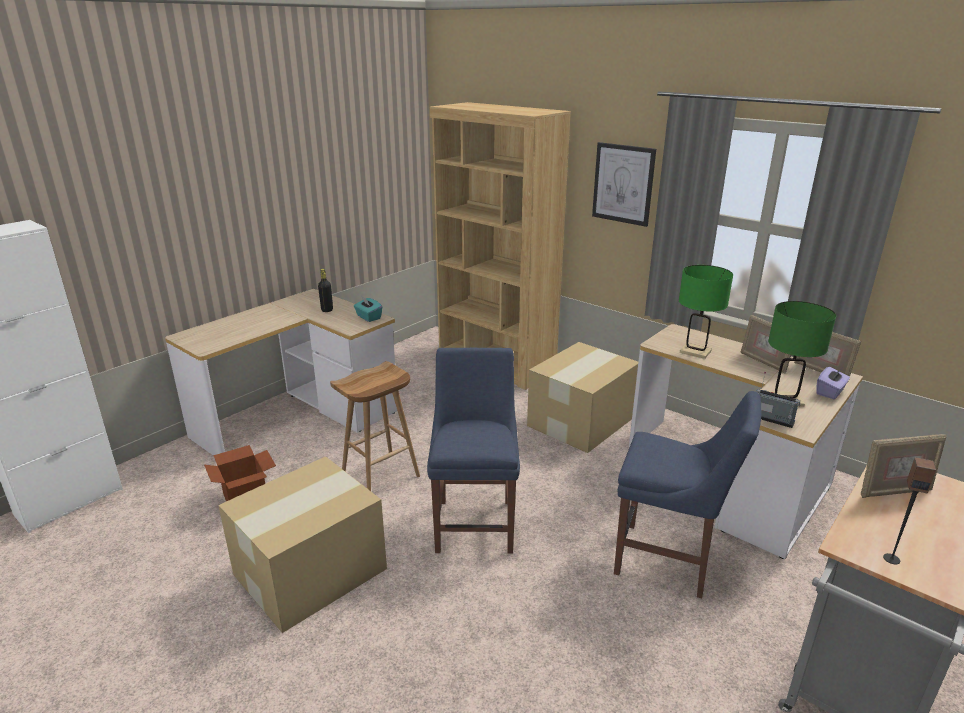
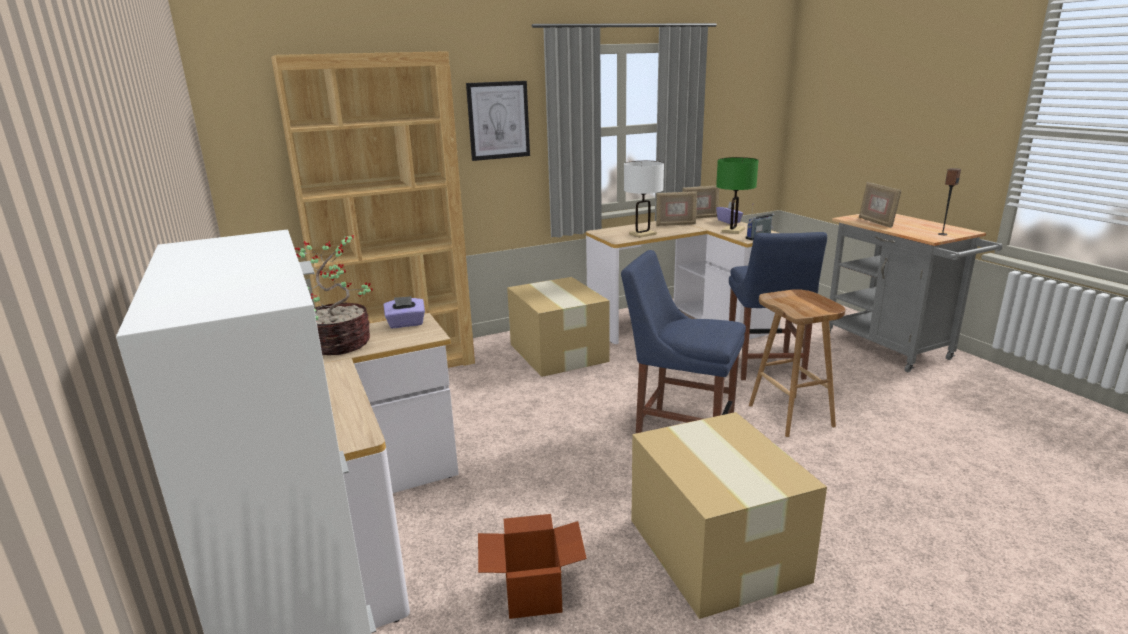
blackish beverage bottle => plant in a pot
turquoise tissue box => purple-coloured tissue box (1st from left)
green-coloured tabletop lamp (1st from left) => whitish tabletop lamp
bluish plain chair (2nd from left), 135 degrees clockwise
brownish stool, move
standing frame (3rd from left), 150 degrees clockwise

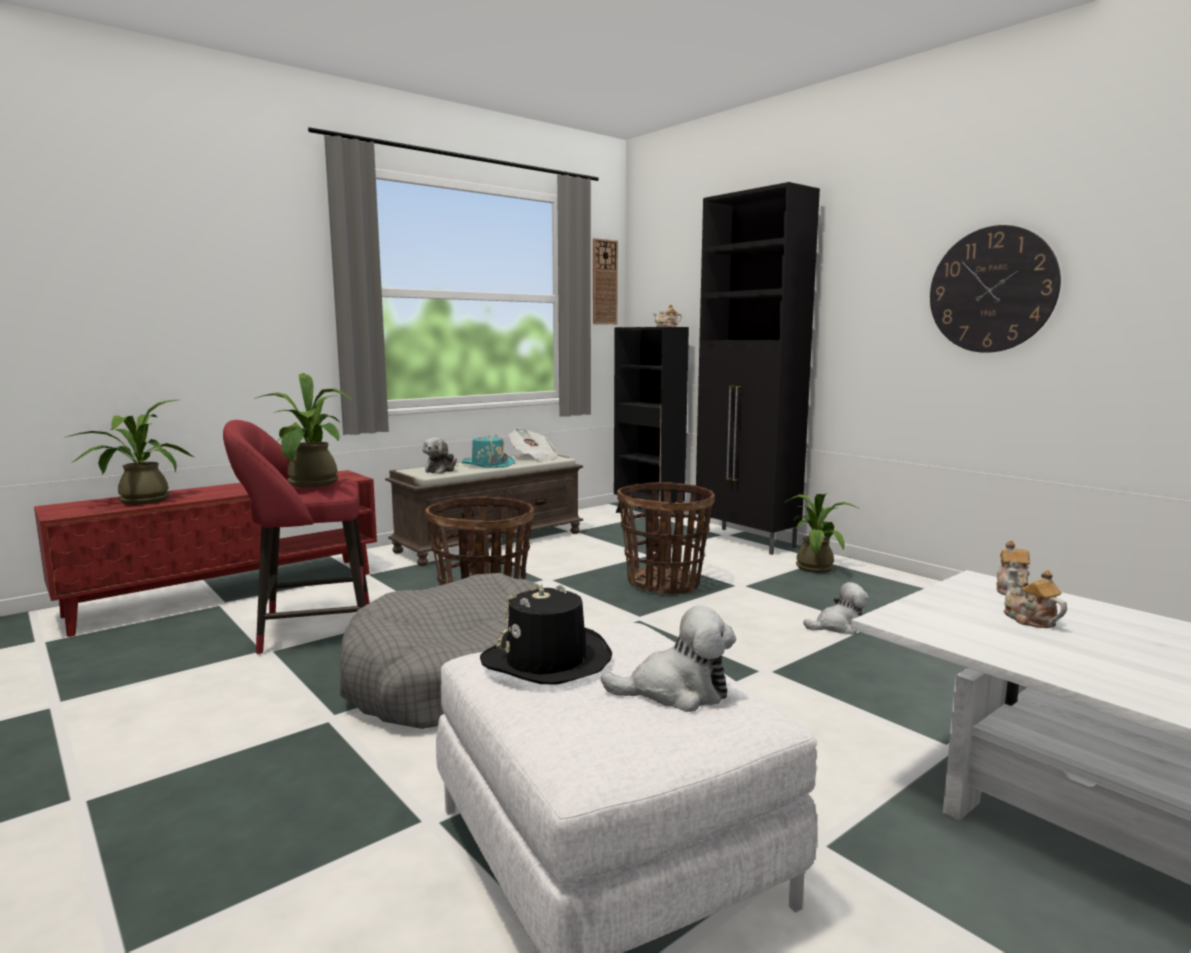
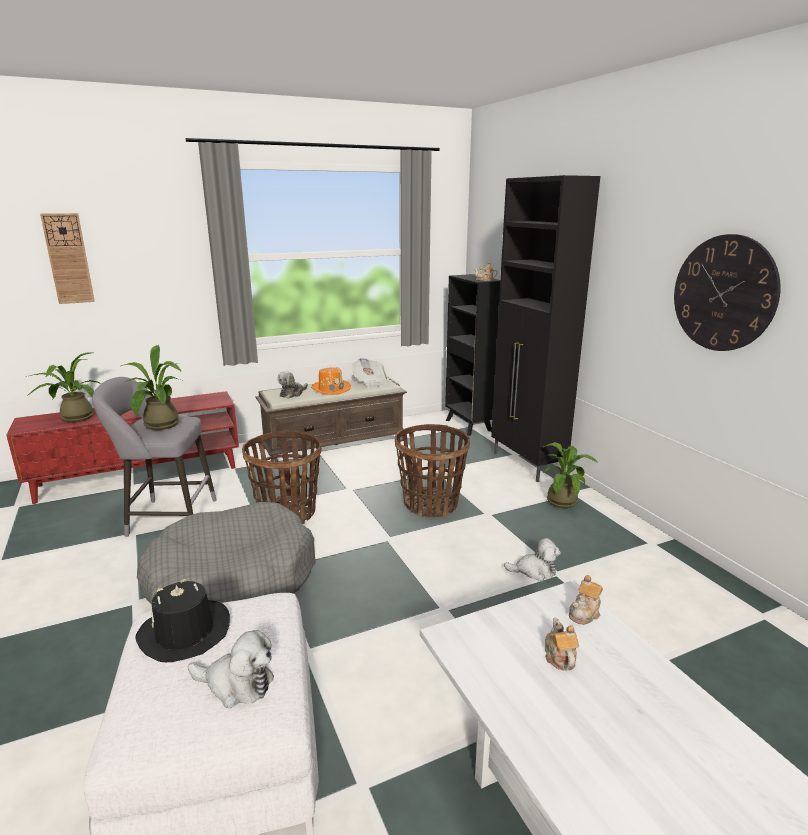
hanging clock (1st from left), move
red stool => grey stool
turquoise hat => orangey hat

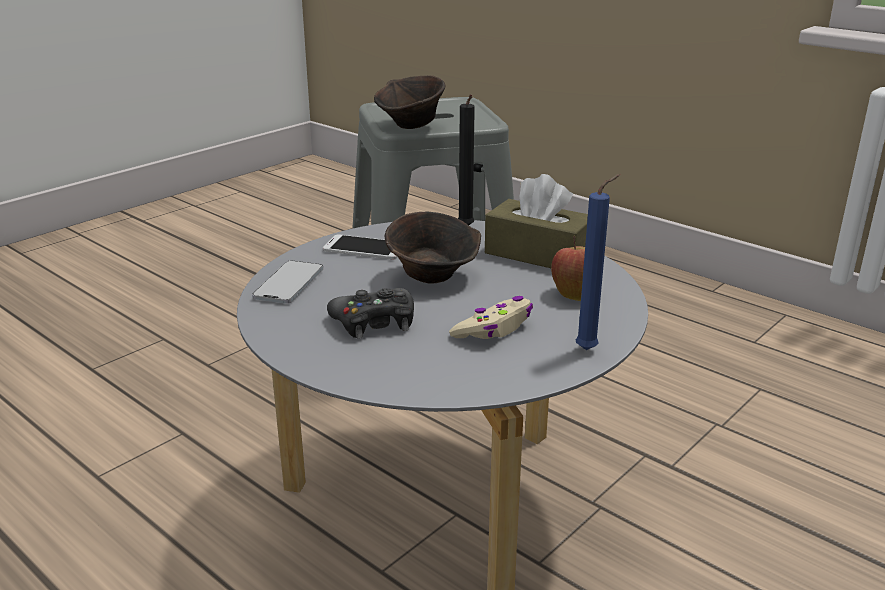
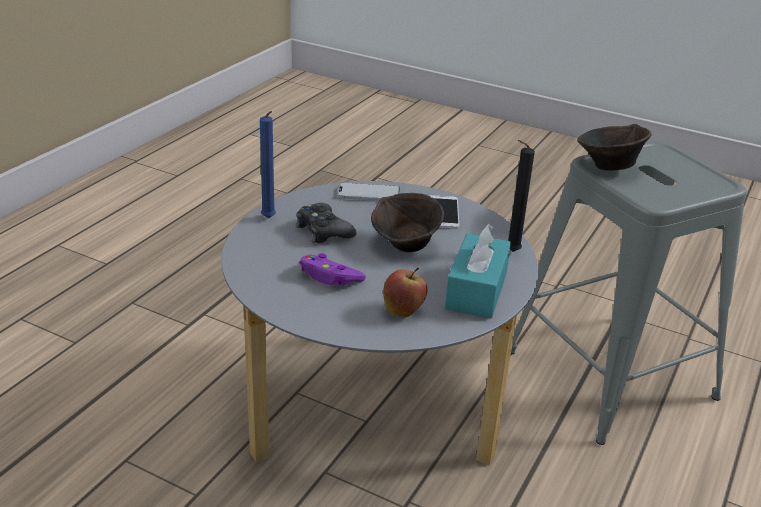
bluish wax light, move
sand-coloured gamepad => purple-coloured gamepad
brownish tissue box => turquoise tissue box

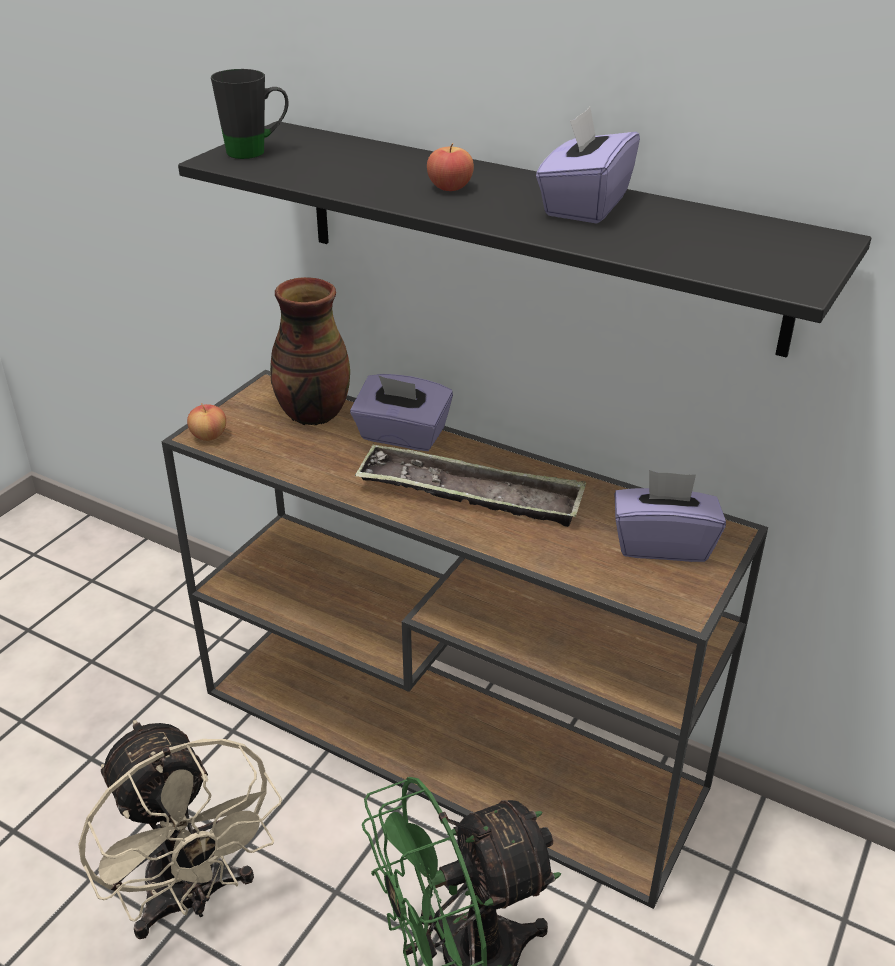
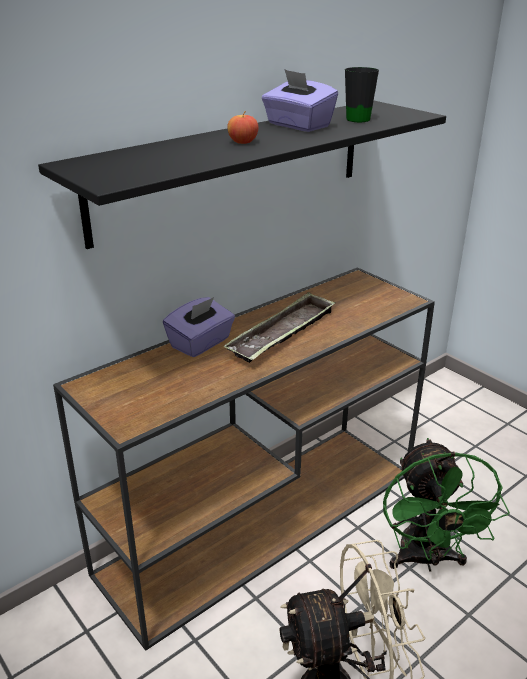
blackish tea mug, move
whole apple (1st from left) => nothing
vase => nothing
purple-coloured tissue box (3rd from left) => nothing

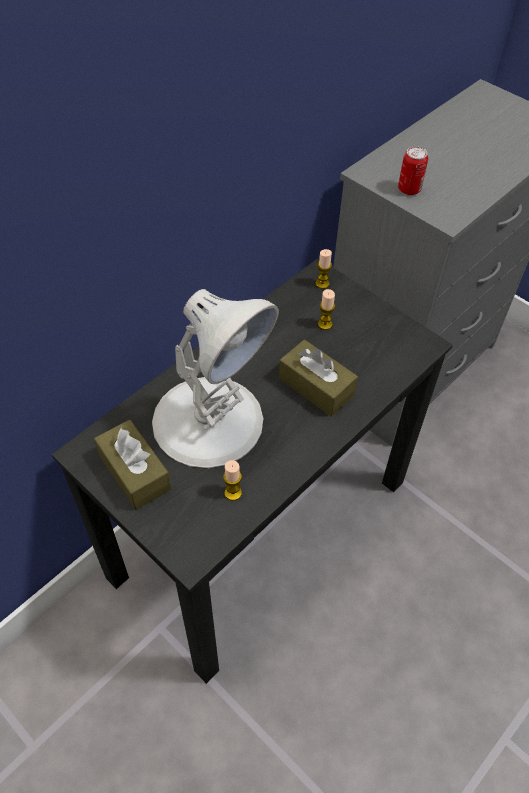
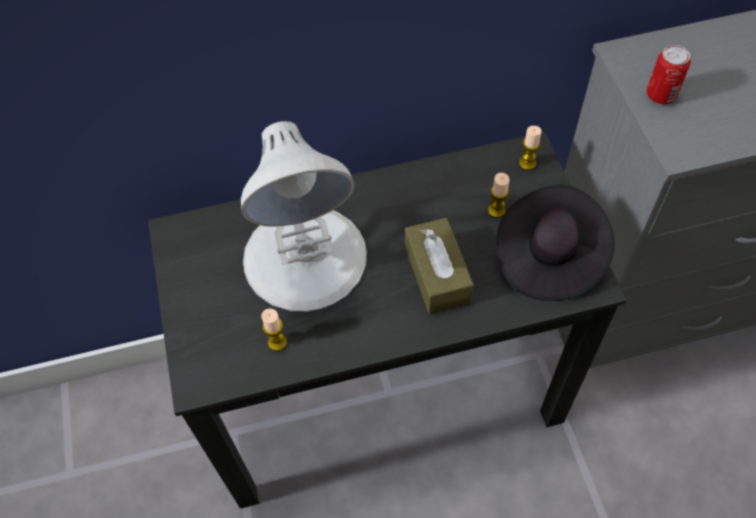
nothing => blackish hat
brownish tissue box (1st from left) => nothing

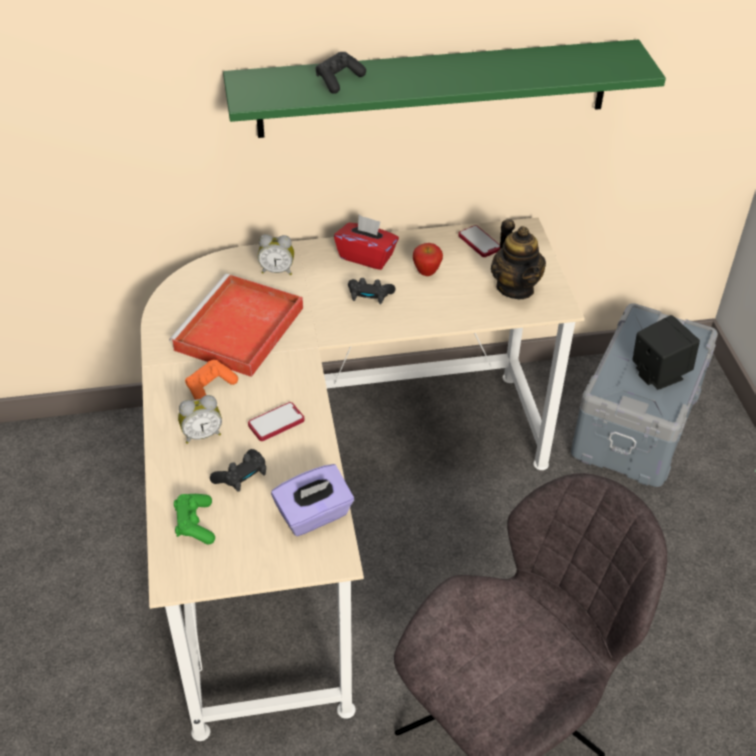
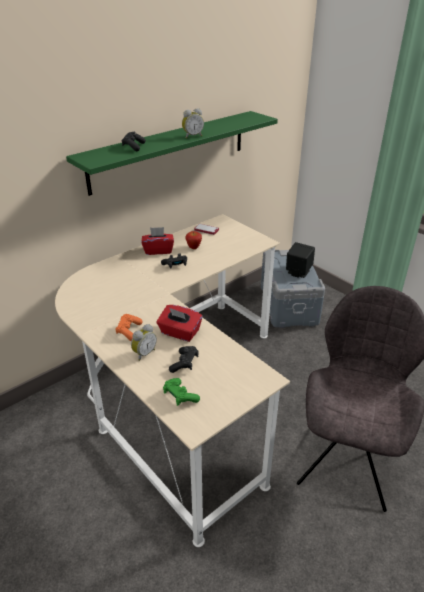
phone (1st from left) => red tissue box (2nd from left)
bedside clock (2nd from left), move
red serving tray => nothing
purple-coloured tissue box => nothing
tea pot => nothing

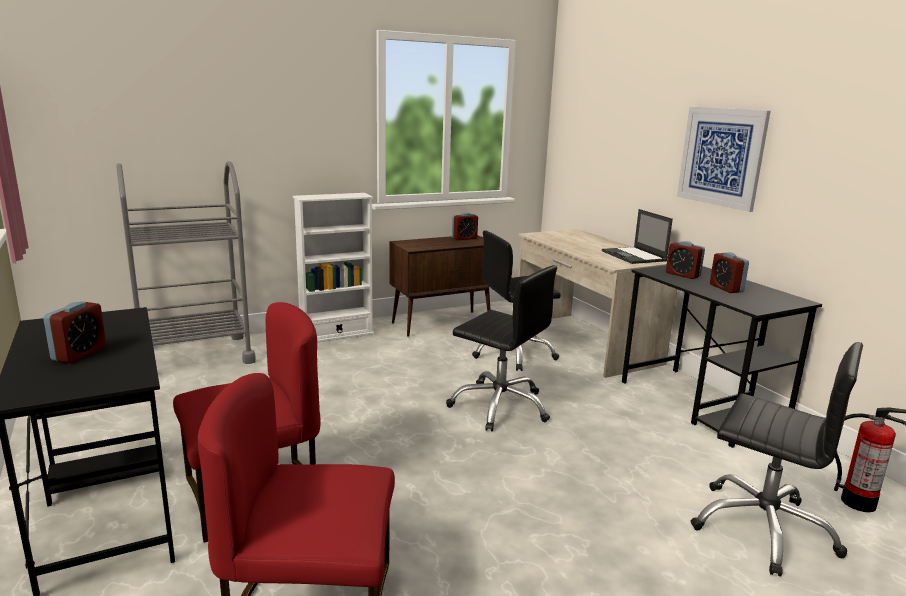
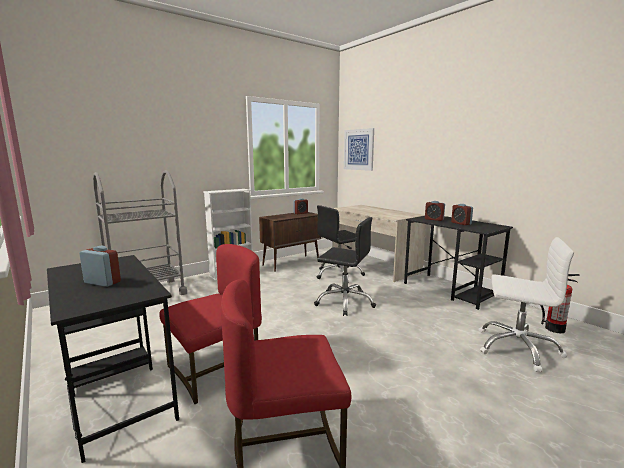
bedside clock (1st from left), 75 degrees counterclockwise
wall art, move
blackish desk chair (3rd from left) => whitish desk chair
laptop => nothing

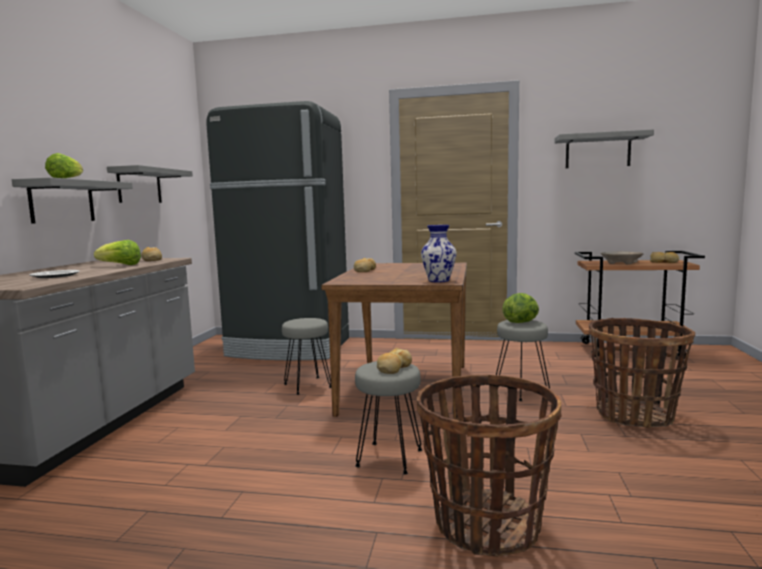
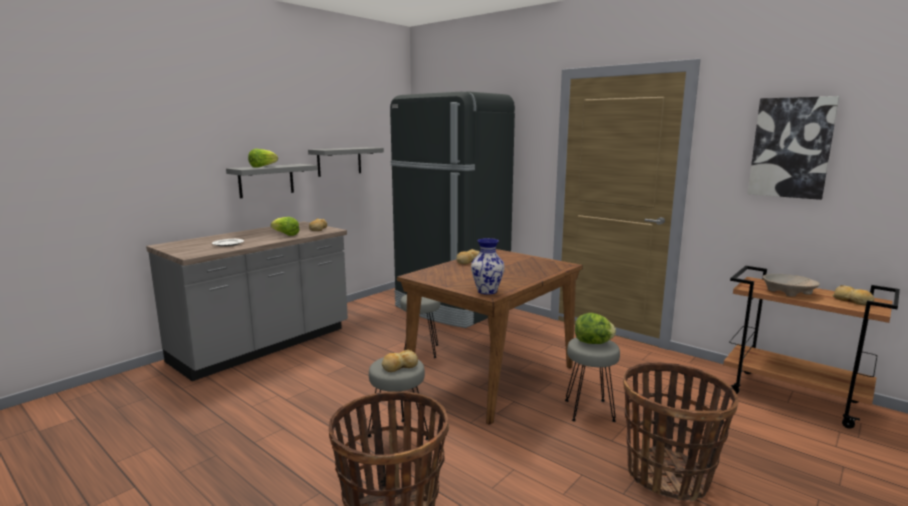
grey bracket shelf (3rd from left) => wall art

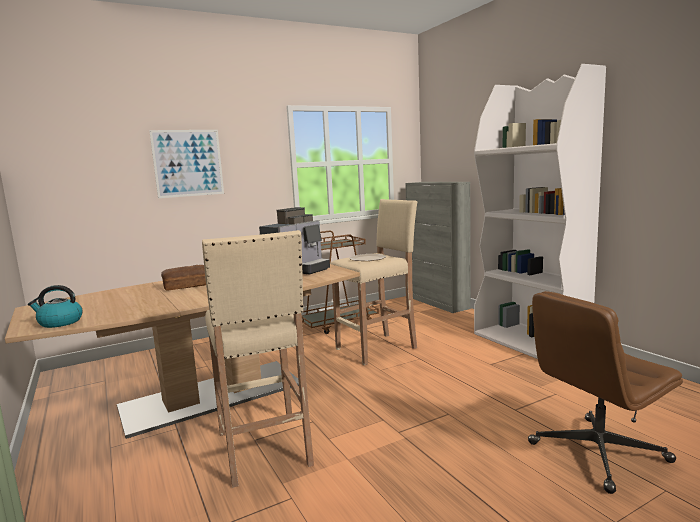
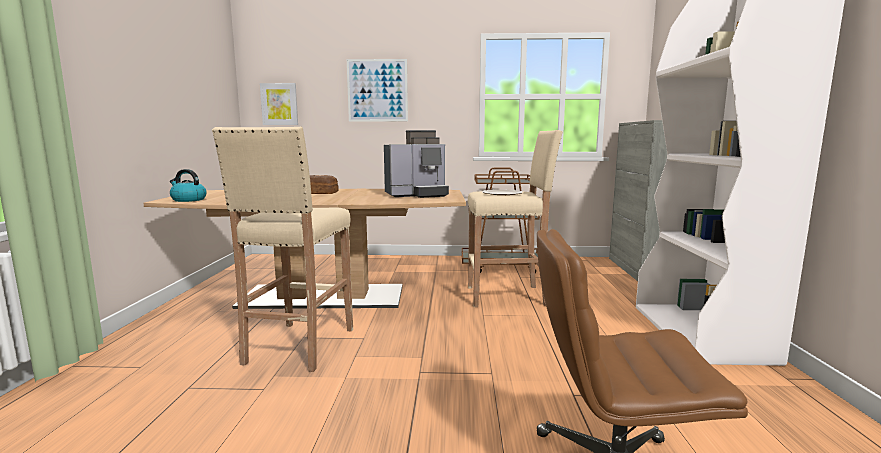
nothing => wall art (1st from left)

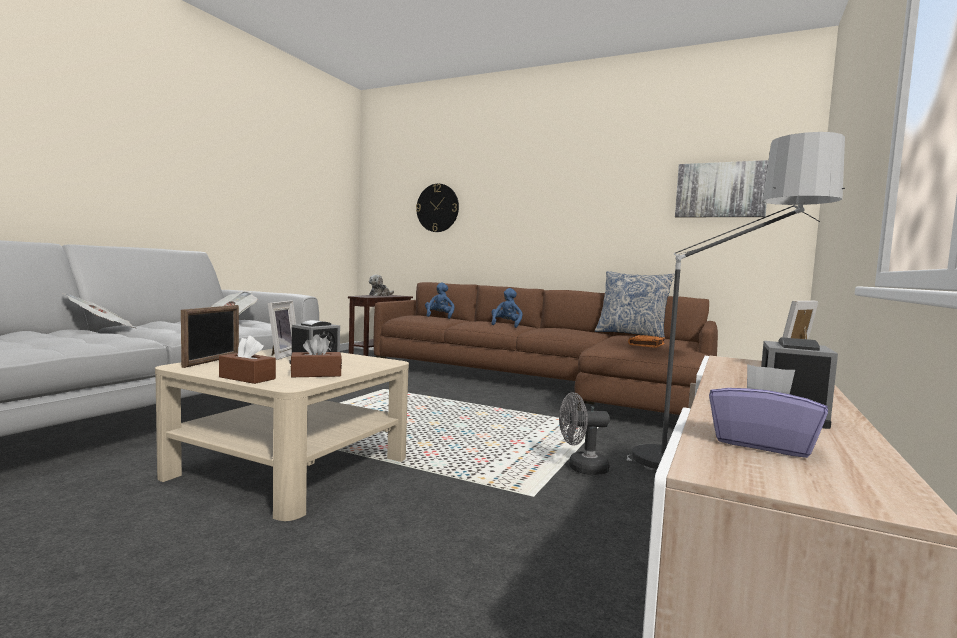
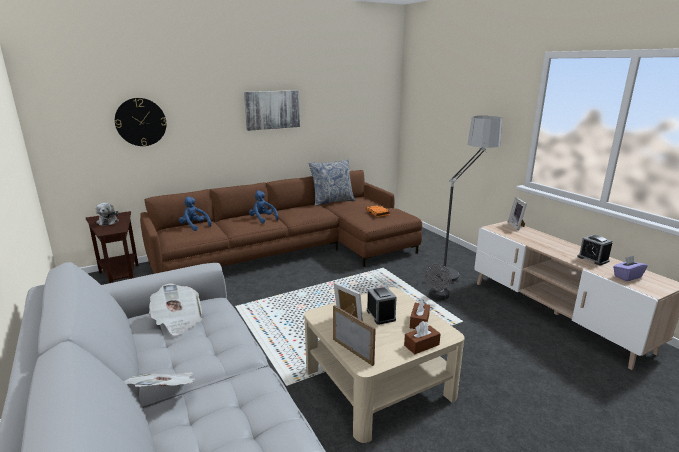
wall art, move

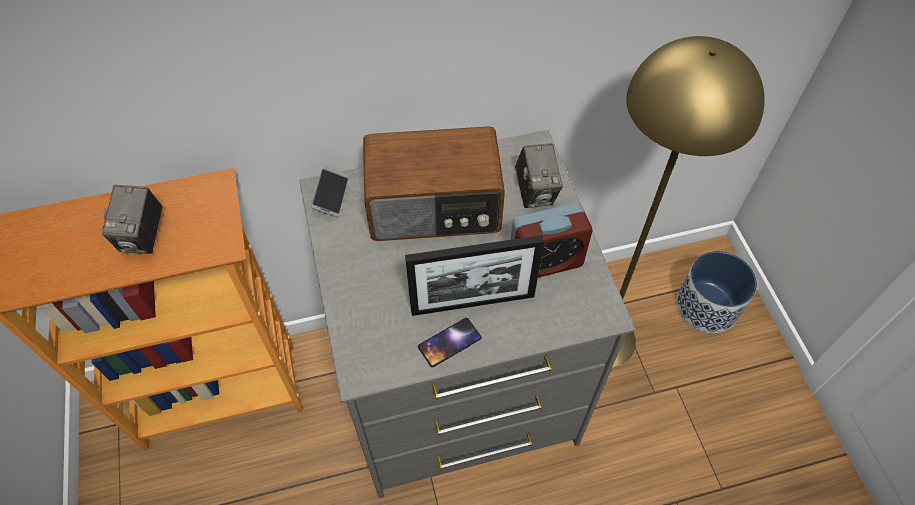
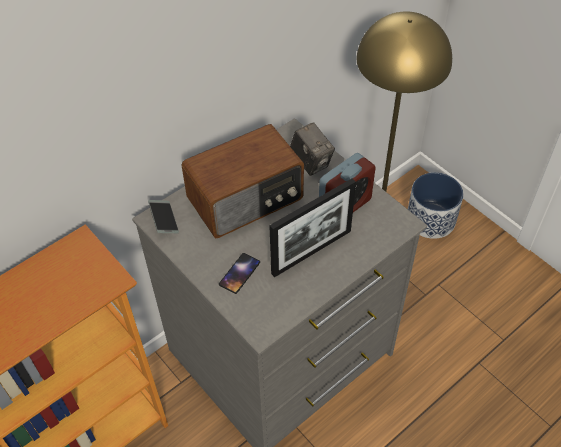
phone (2nd from left), move
still camera (1st from left) => nothing

